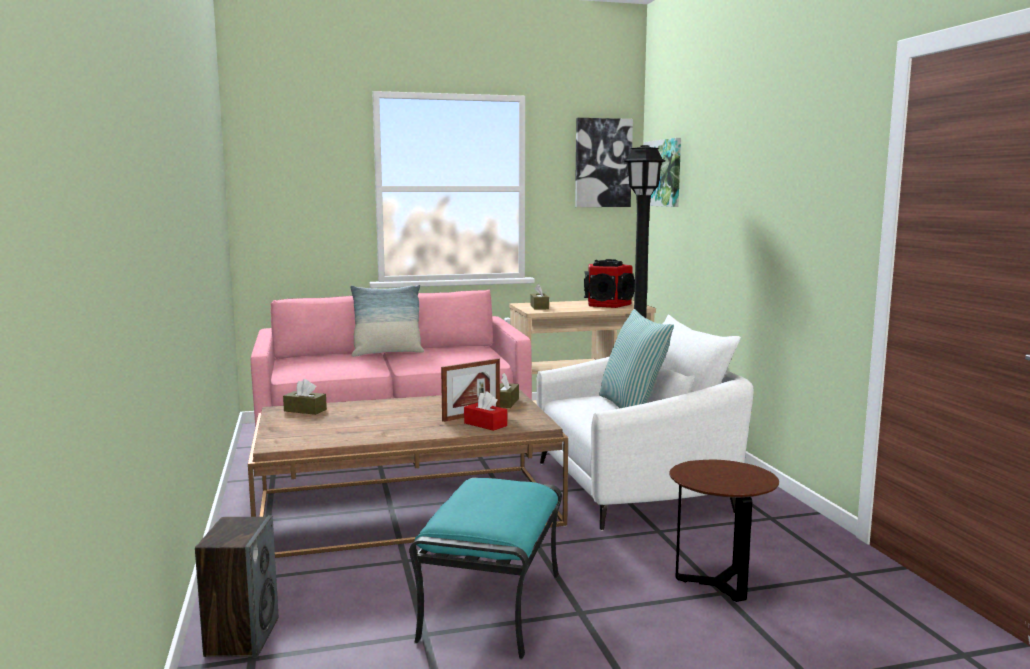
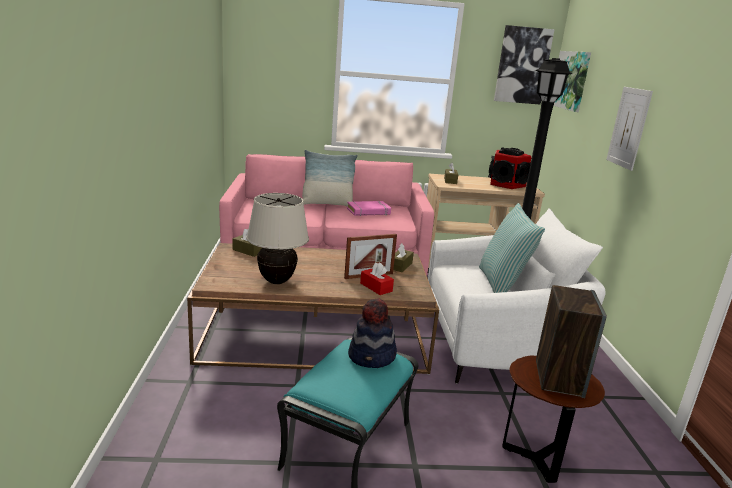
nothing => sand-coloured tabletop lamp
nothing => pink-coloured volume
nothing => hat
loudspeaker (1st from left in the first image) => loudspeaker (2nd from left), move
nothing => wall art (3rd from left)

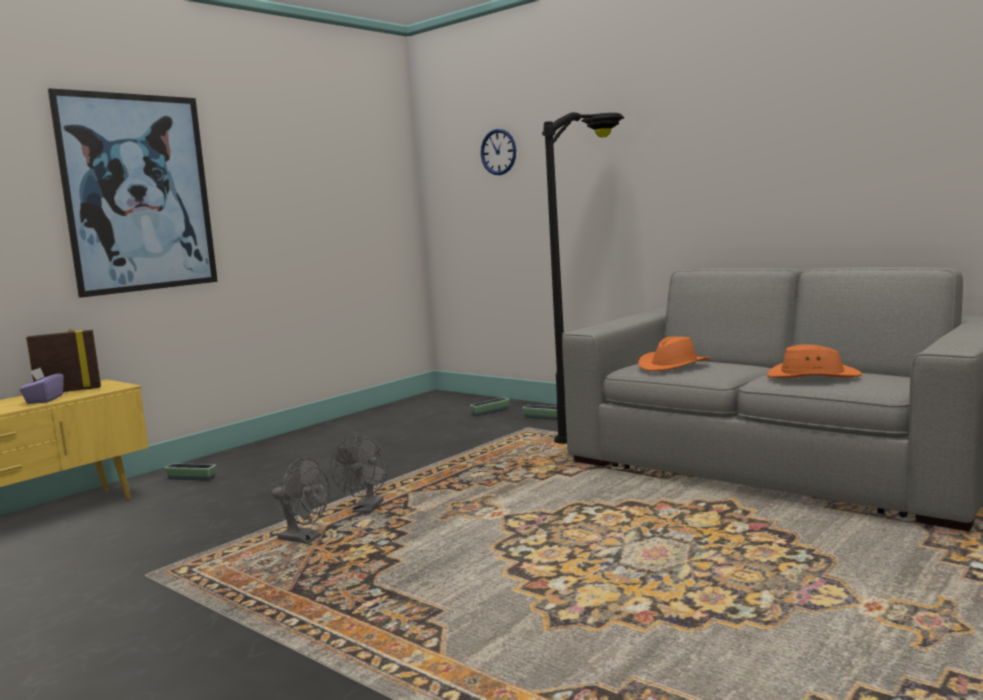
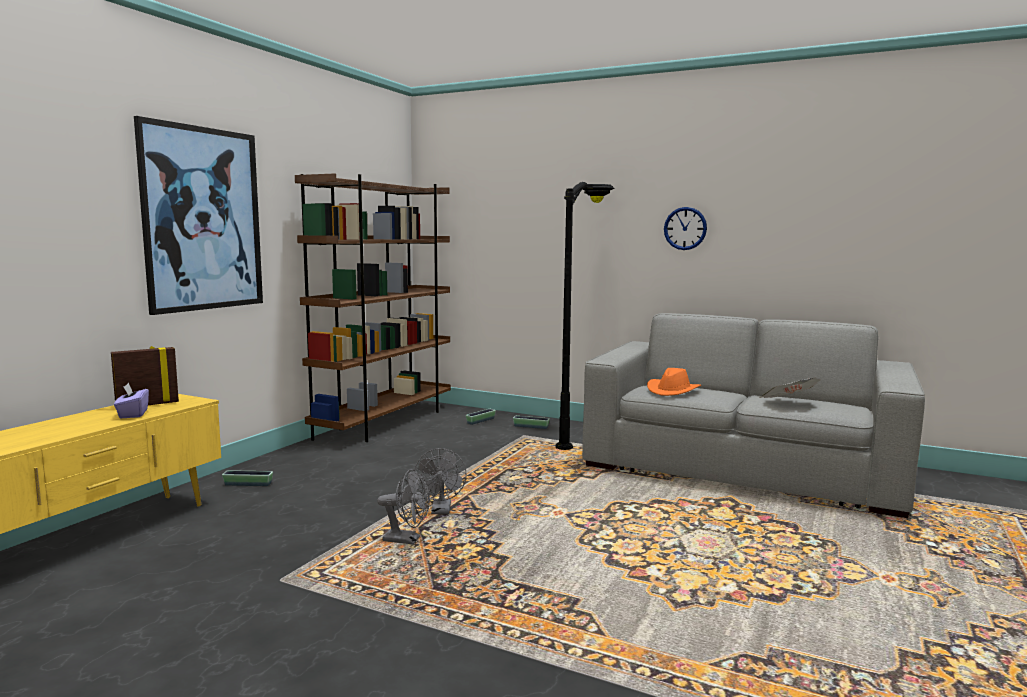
nothing => brownish shelving unit
hanging clock, move
orangey hat (2nd from left) => daily paper

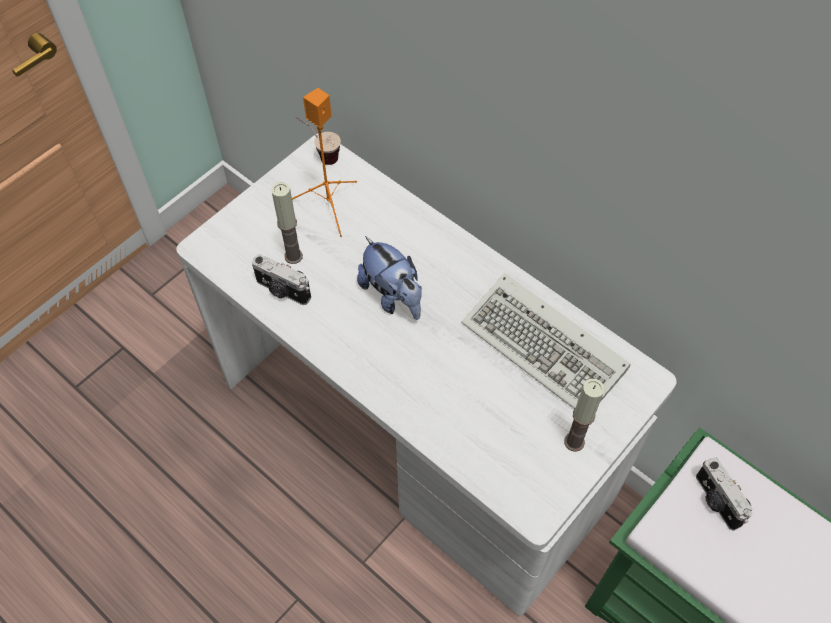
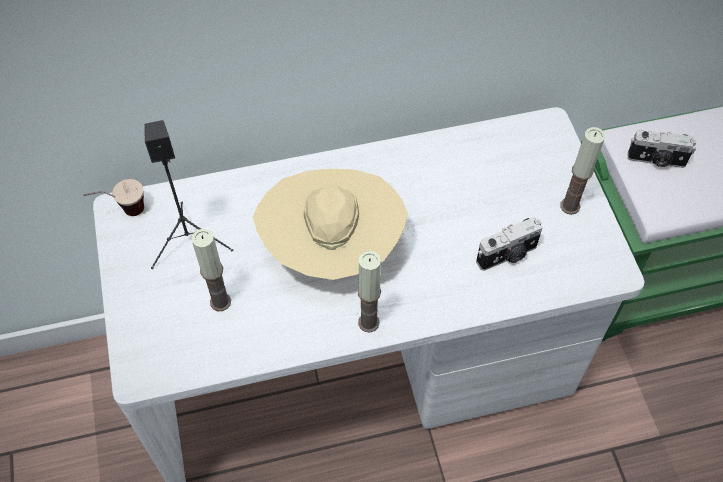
orangey loudspeaker => blackish loudspeaker
soft toy => sand-coloured hat
nothing => wax light (2nd from left)
still camera (1st from left), move
keyboard => nothing

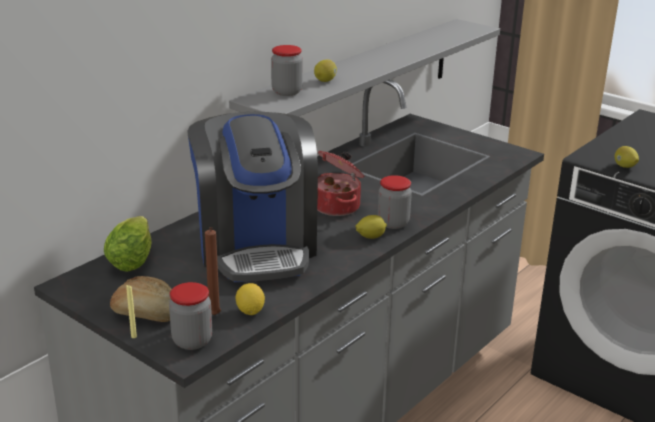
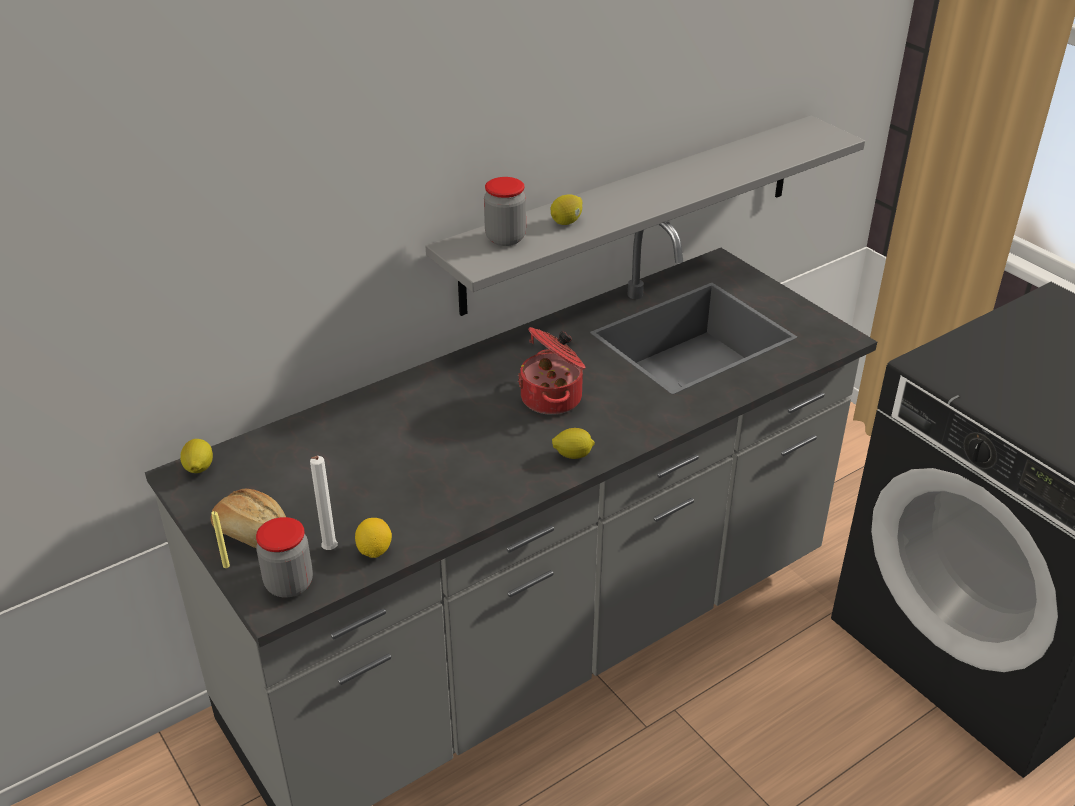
lemon (4th from left in the first image) => lemon (1st from left), move
brownish wax light => whitish wax light
lettuce head => nothing
coffee maker => nothing
preserve jar (3rd from left) => nothing

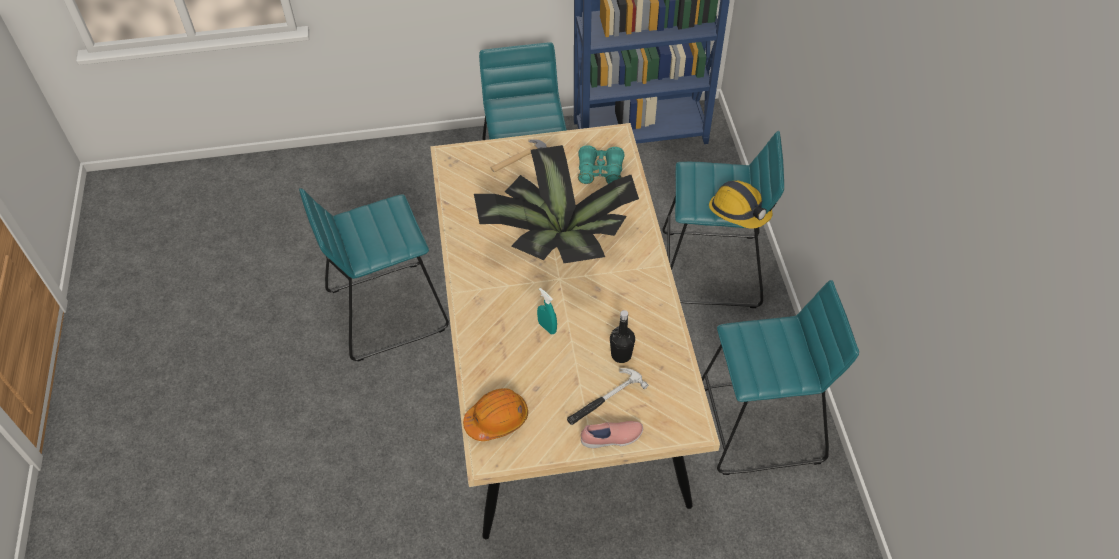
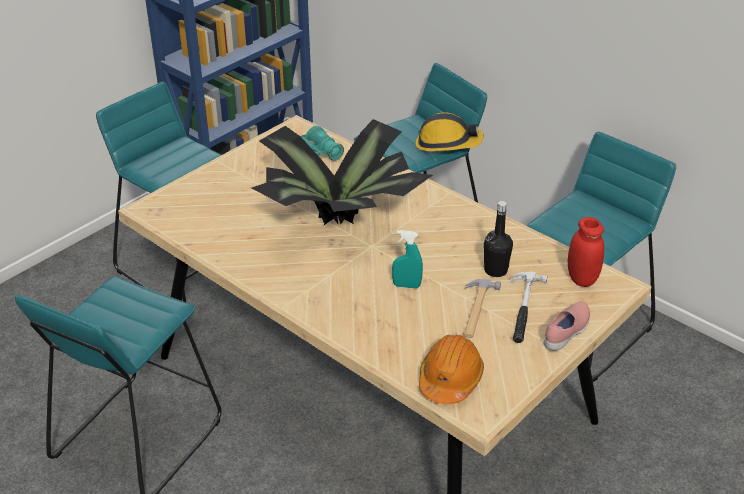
hand hammer (1st from left), move
nothing => red preserve jar

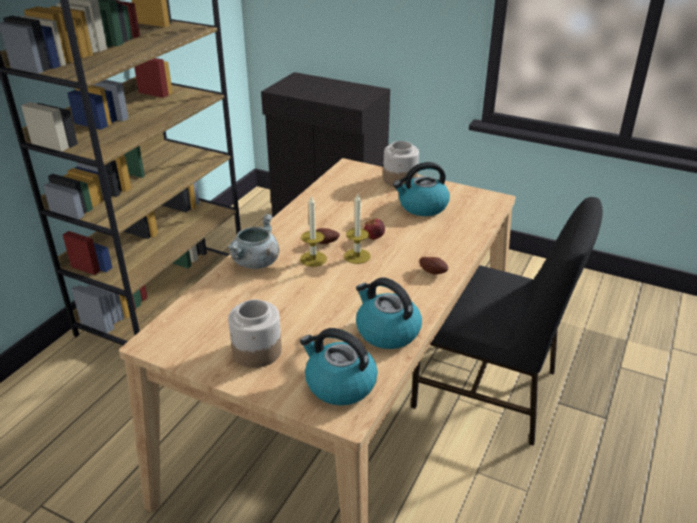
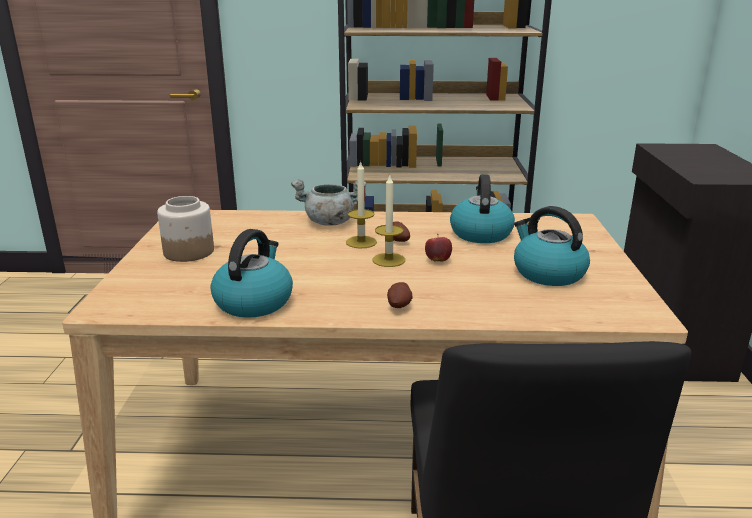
water kettle (1st from left in the first image) => water kettle (2nd from left), move
preserve jar (2nd from left) => nothing

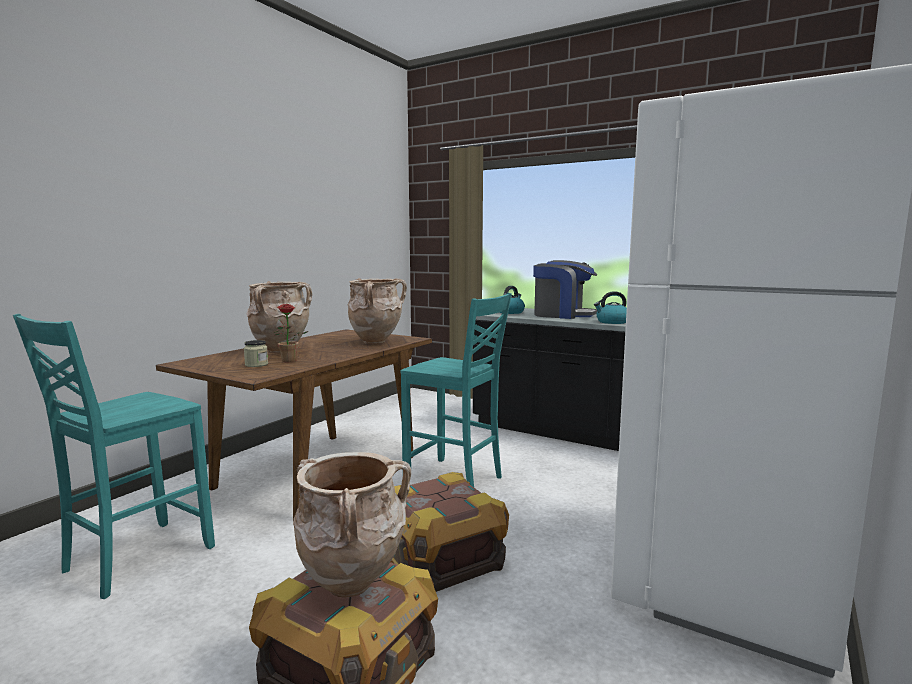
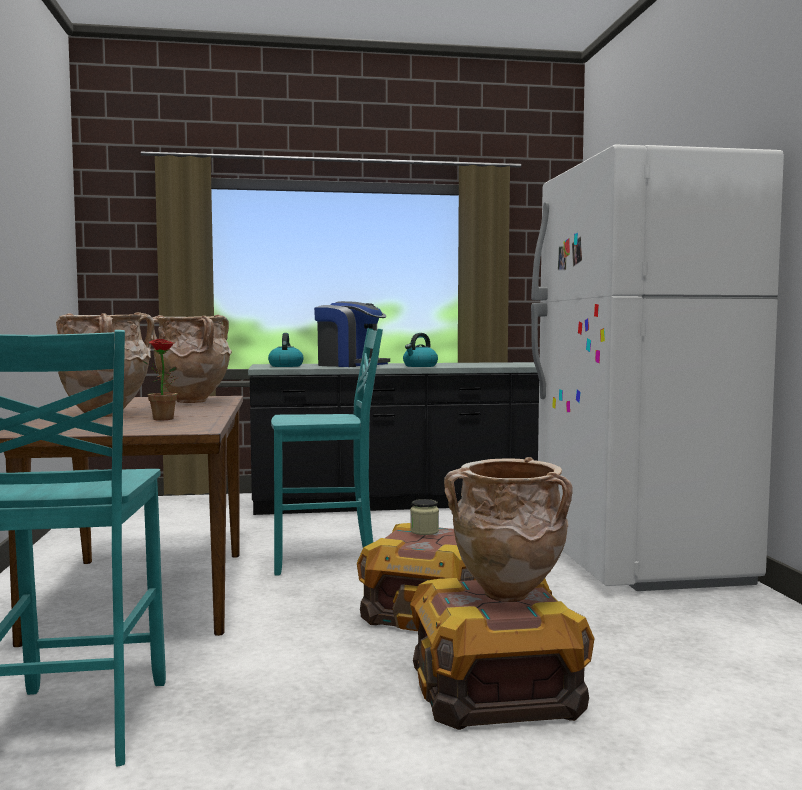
coffee maker, 45 degrees clockwise
preserve jar, move

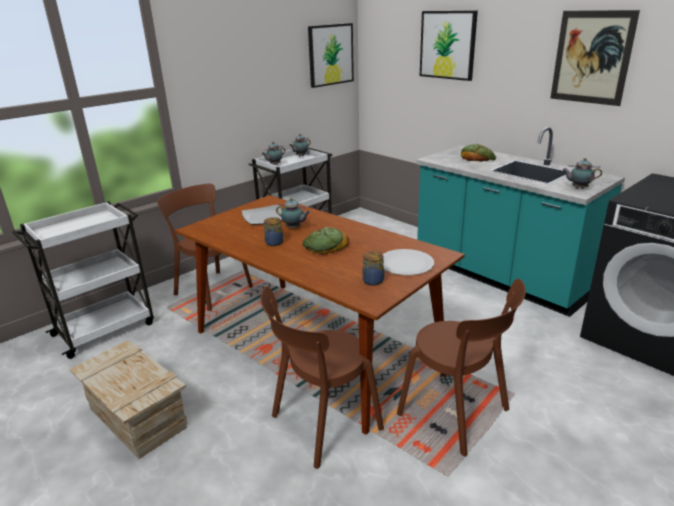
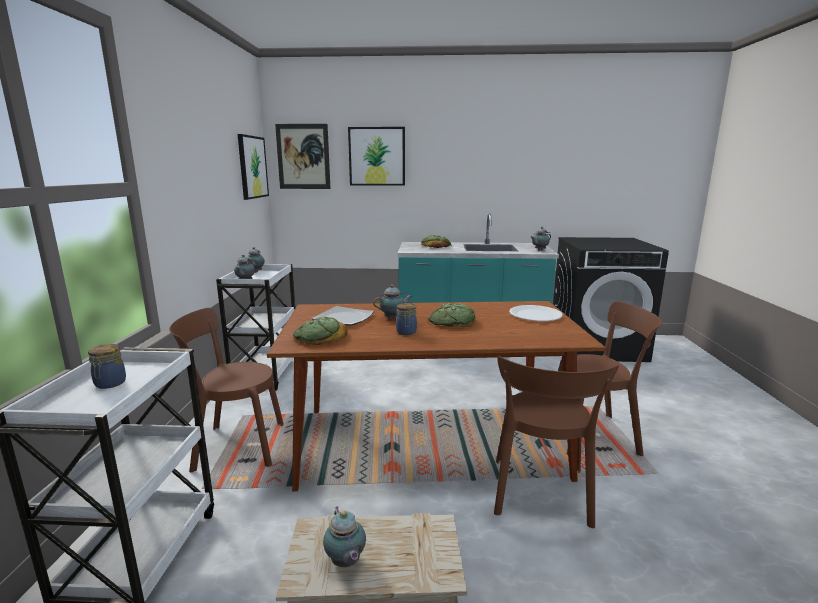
preserve jar (2nd from left in the first image) => preserve jar (1st from left), move
wall art (3rd from left in the first image) => wall art (2nd from left), move
nothing => bakery bread (1st from left)
nothing => tea pot (3rd from left)

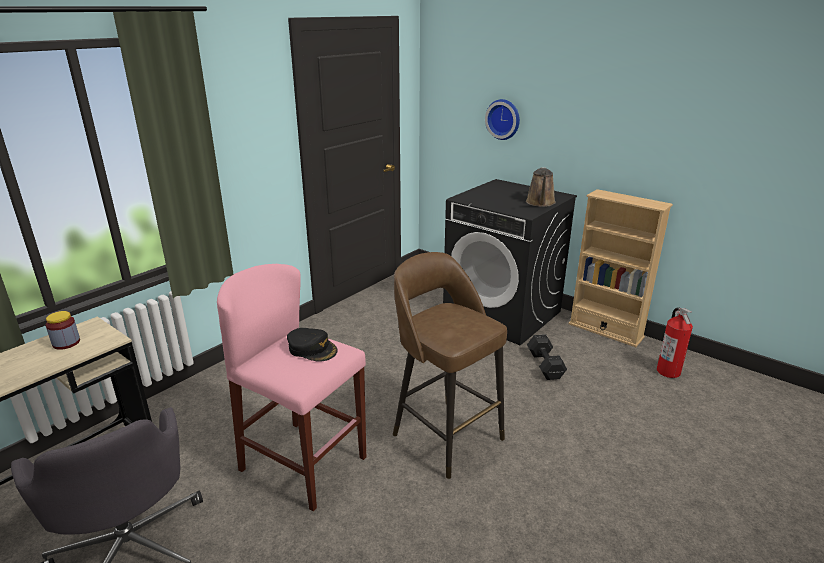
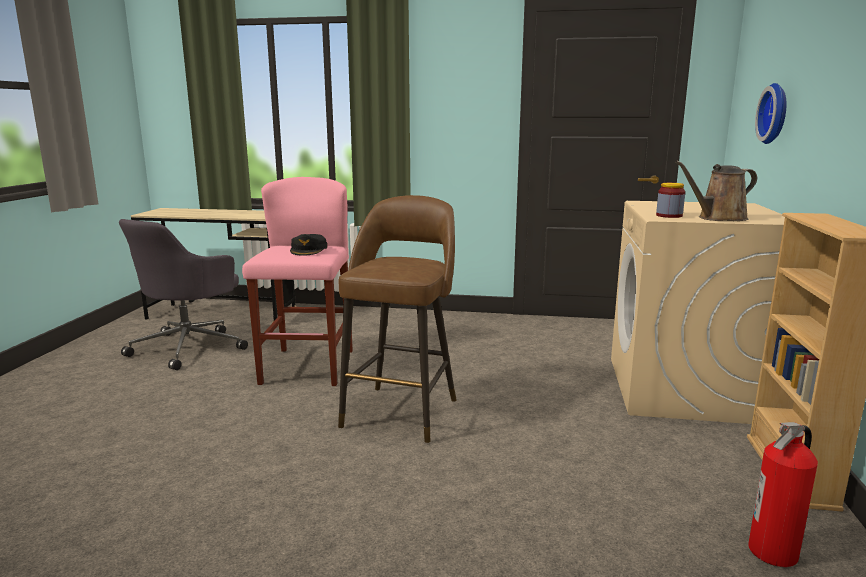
blackish washing machine => sand-coloured washing machine
preserve jar, move
blackish free weight => nothing

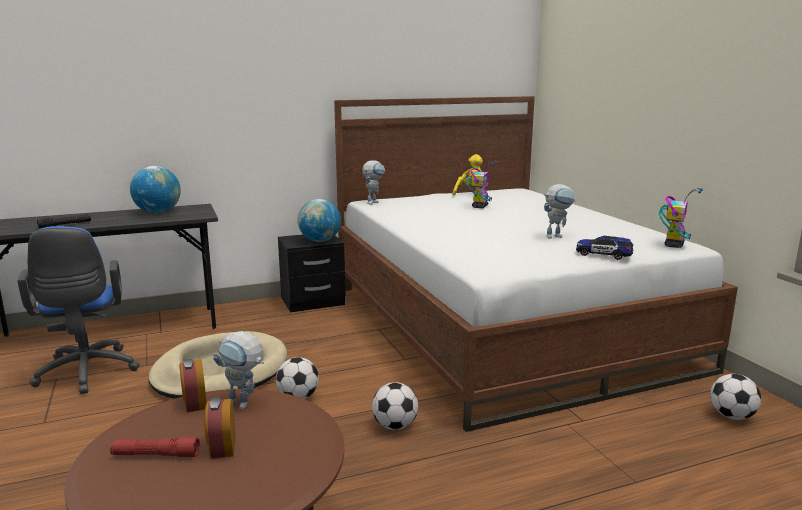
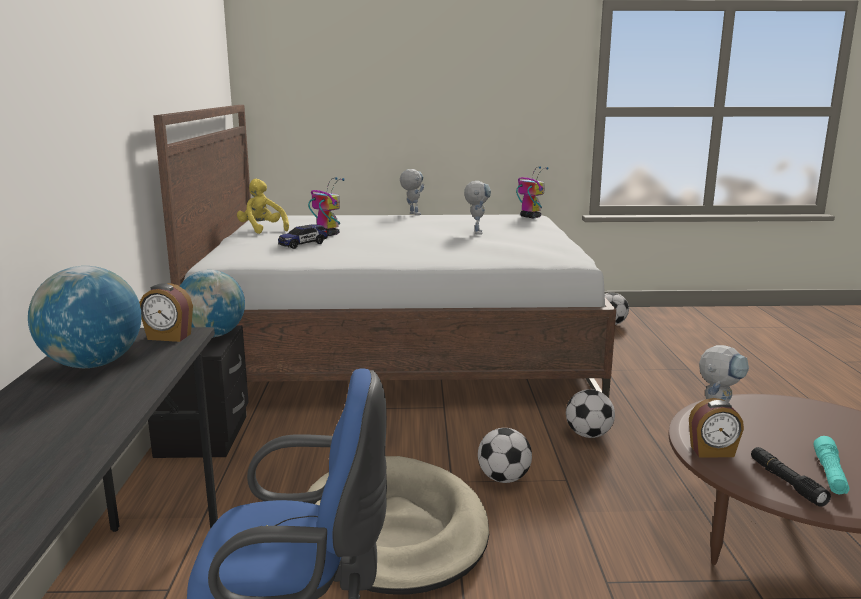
bedside clock (2nd from left in the first image) => bedside clock (1st from left), move
toy car, move
model robot (2nd from left), move
blackish flashlight, move
red flashlight => turquoise flashlight

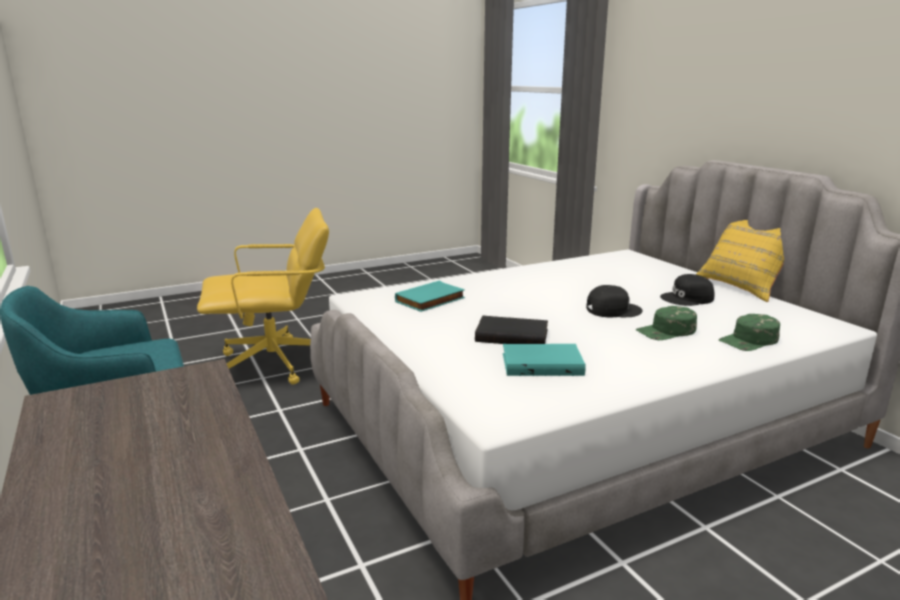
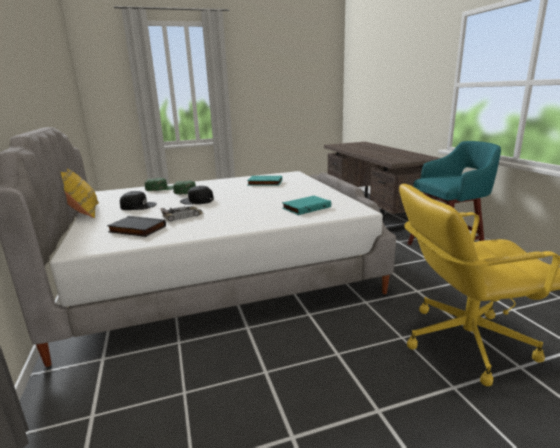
blackish volume, move
nothing => toy car

